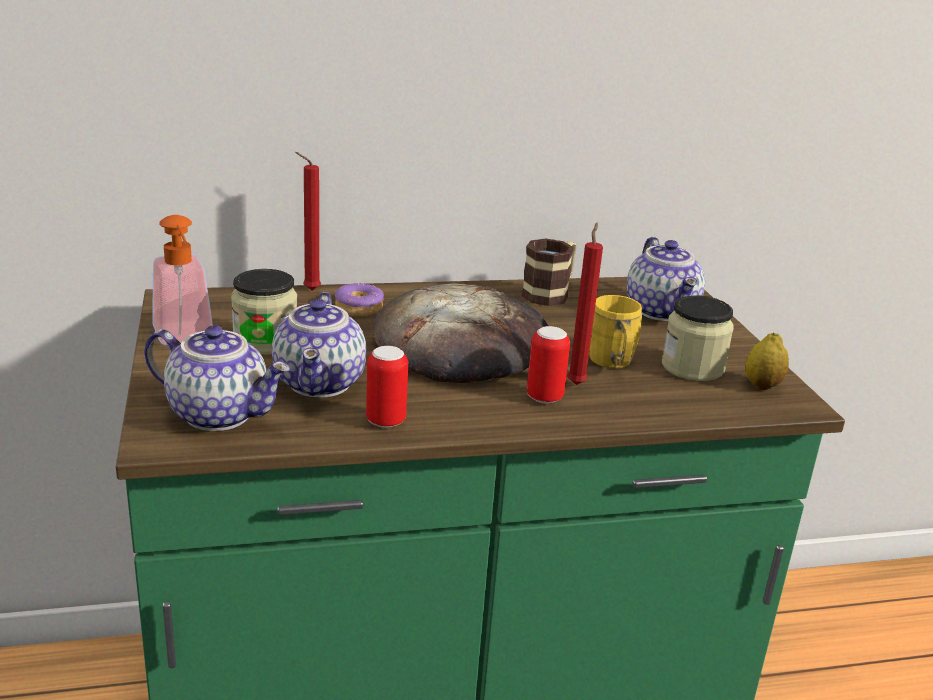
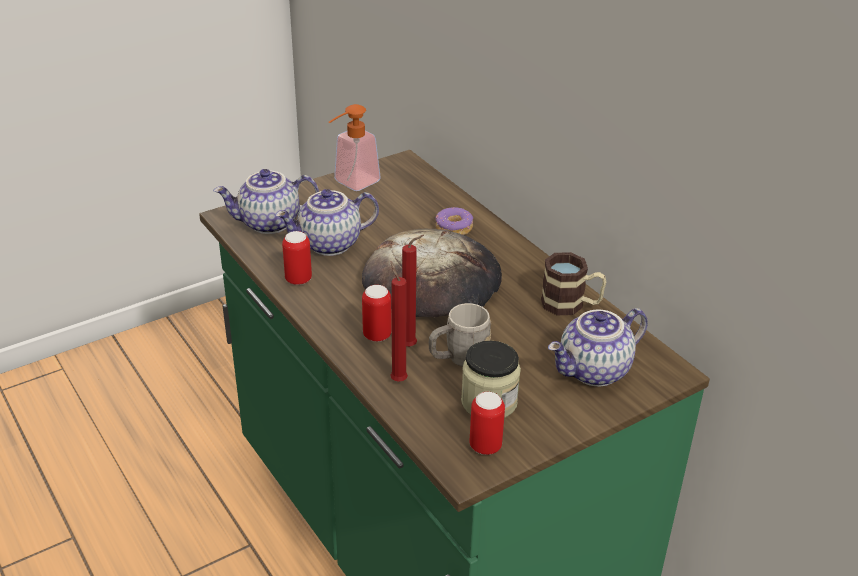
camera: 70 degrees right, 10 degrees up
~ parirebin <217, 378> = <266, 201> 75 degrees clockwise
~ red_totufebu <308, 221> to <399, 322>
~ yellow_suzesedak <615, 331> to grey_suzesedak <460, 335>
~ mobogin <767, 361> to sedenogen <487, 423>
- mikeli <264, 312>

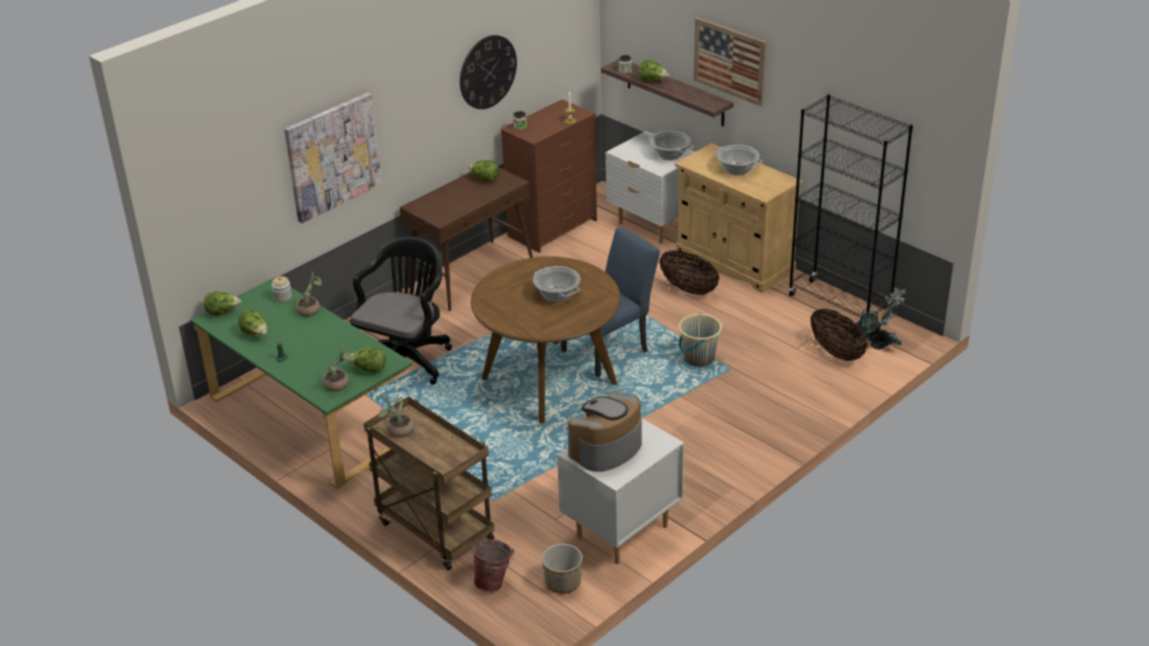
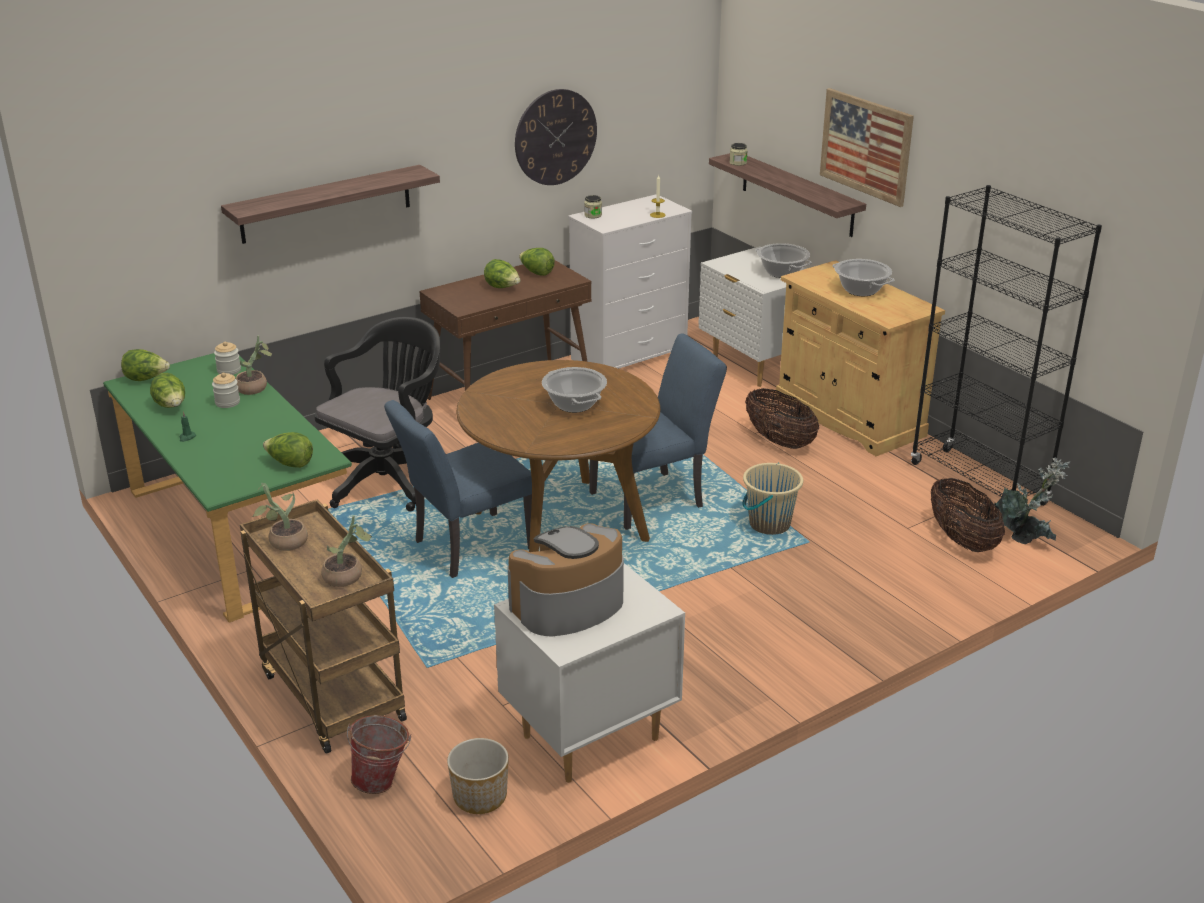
camera: 10 degrees right, 5 degrees down
+ mikeli <226, 390>
~ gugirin <333, 157> to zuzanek <330, 204>
~ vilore <338, 368> to <346, 551>
+ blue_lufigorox <458, 489>
~ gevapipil <654, 71> to <502, 273>
~ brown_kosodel <549, 176> to white_kosodel <630, 281>

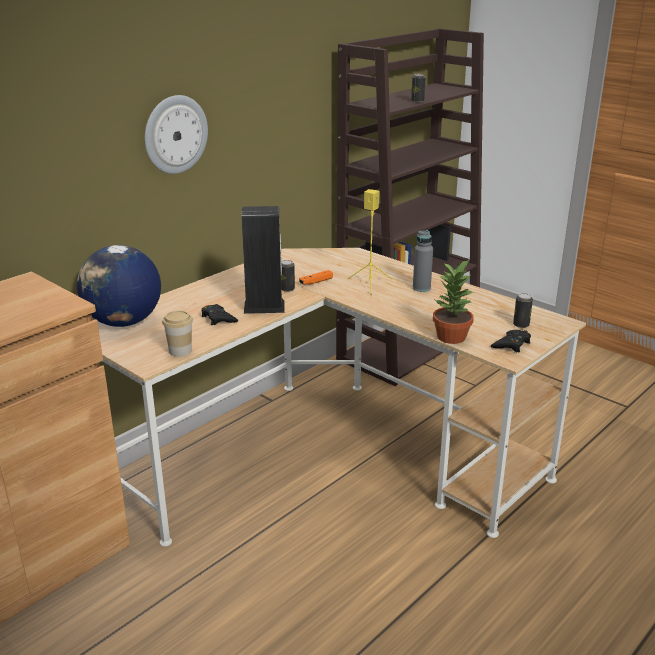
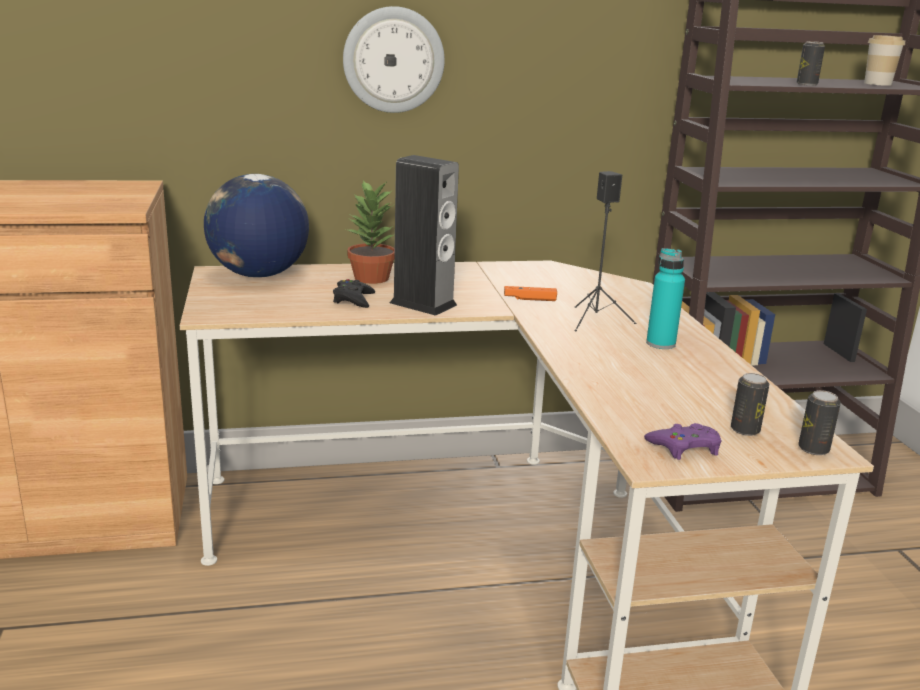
camera: 35 degrees right, 5 degrees down
~ vilore <453, 302> to <370, 232>
~ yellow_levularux <370, 242> to black_levularux <605, 251>
~ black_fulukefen <511, 341> to purple_fulukefen <683, 441>
~ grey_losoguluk <423, 261> to turquoise_losoguluk <665, 298>
~ sedenogen <288, 276> to <819, 422>
~ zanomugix <177, 333> to <884, 60>

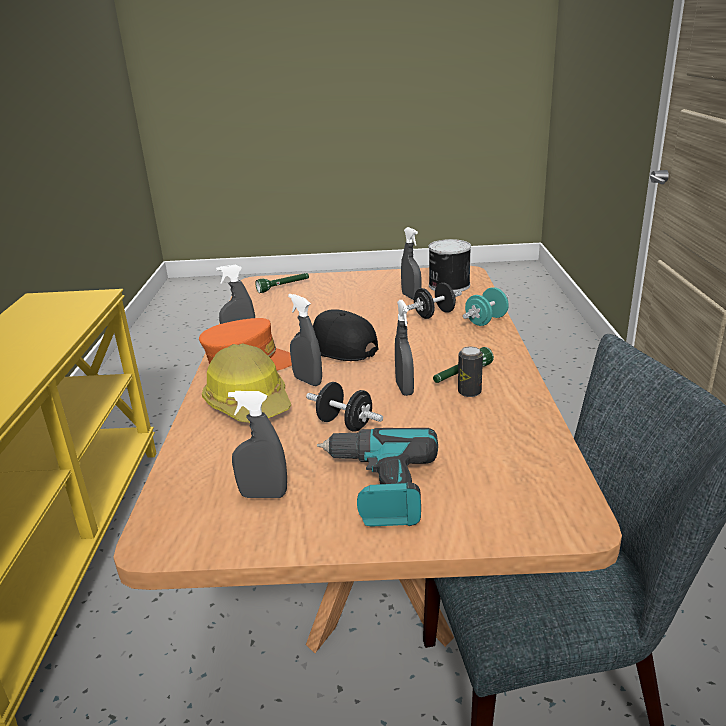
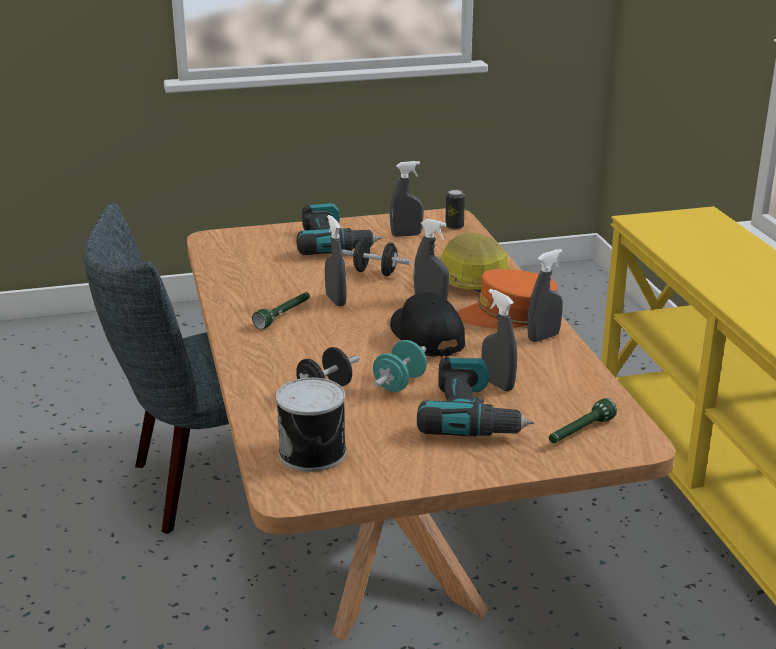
camera: 165 degrees right, 0 degrees up
~ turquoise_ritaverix <486, 306> to <400, 366>
~ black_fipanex <336, 335> = <427, 325> 135 degrees counterclockwise
+ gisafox <475, 396>
~ sedenogen <470, 371> to <455, 210>
~ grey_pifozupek <411, 263> to <499, 340>

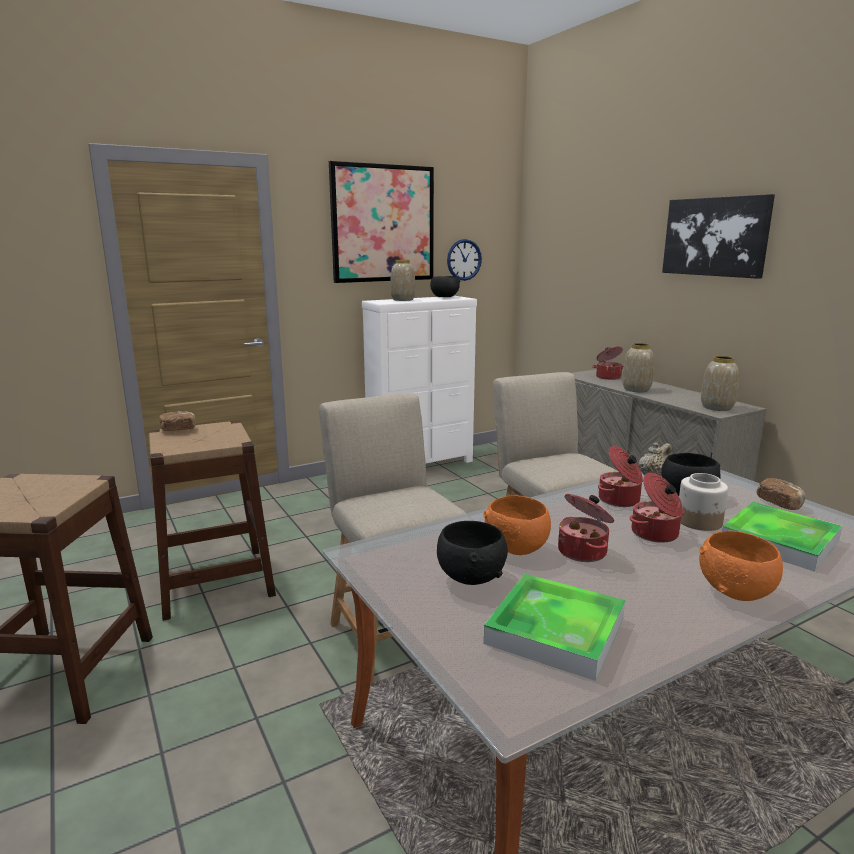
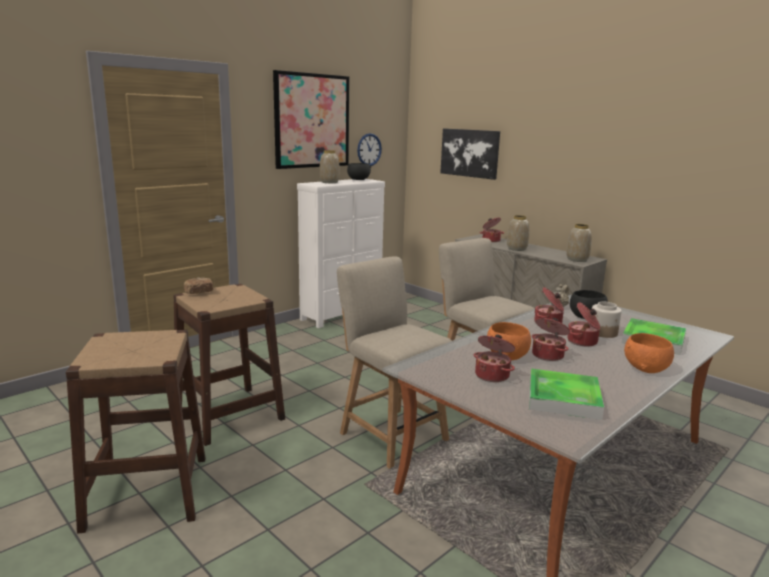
camera: 15 degrees left, 0 degrees up
~ gugirin <718, 236> to <470, 154>
~ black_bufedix <472, 553> to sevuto <494, 358>
- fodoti <781, 494>

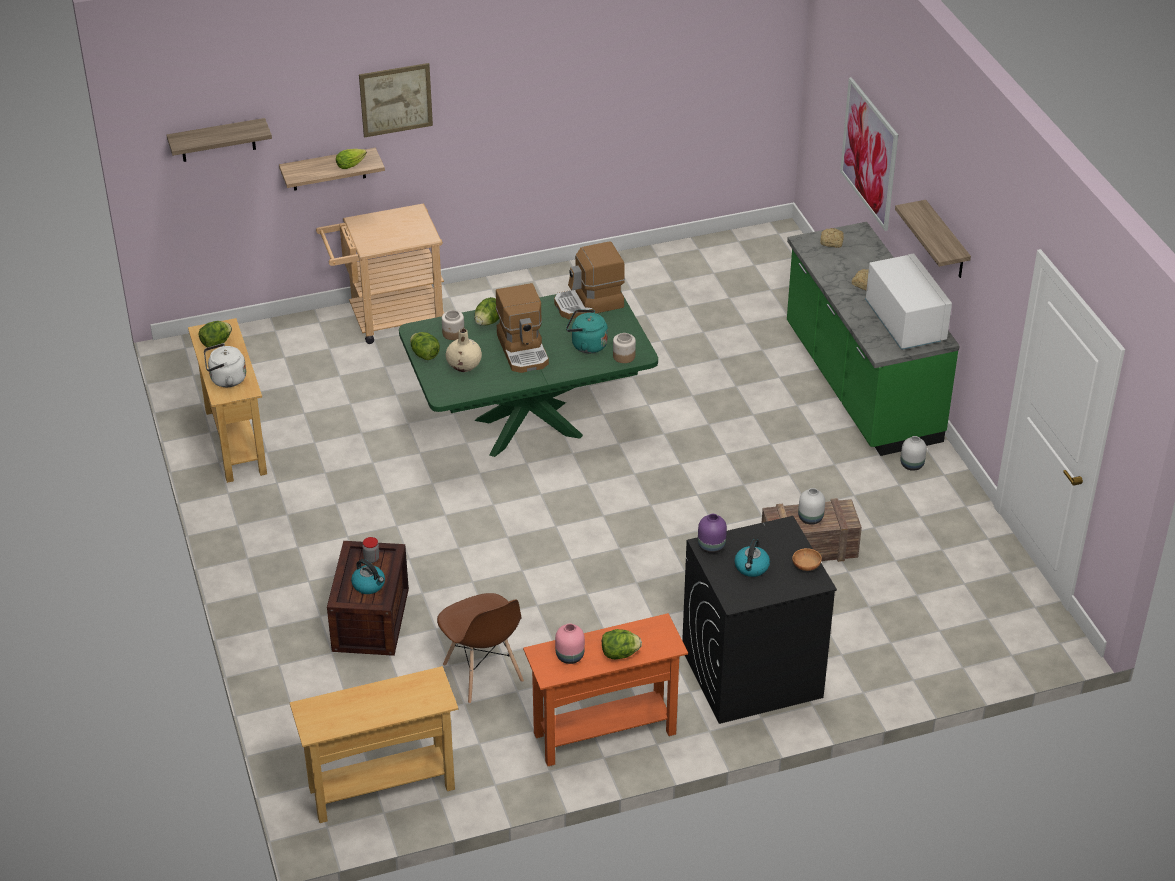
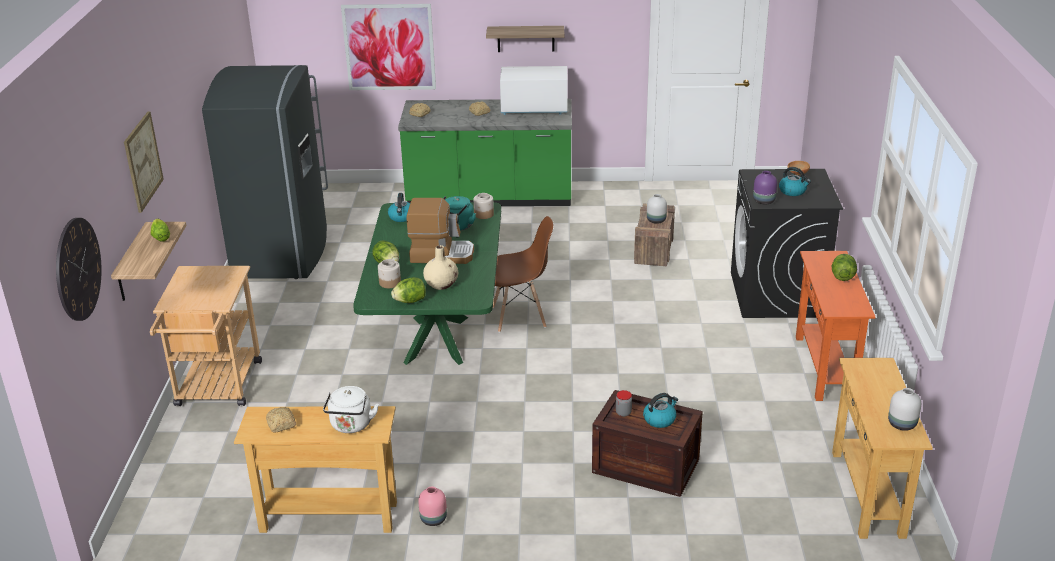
camera: 70 degrees left, 10 degrees down
~ zuzanek <219, 140> to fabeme <79, 269>
+ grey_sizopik <265, 172>
~ gevapipil <215, 334> to fodoti <281, 419>
~ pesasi <589, 280> to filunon <399, 207>
~ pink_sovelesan <570, 643> to <432, 506>
~ brown_lufigorox <480, 648> to <523, 274>
~ white_sovelesan <914, 453> to <904, 409>

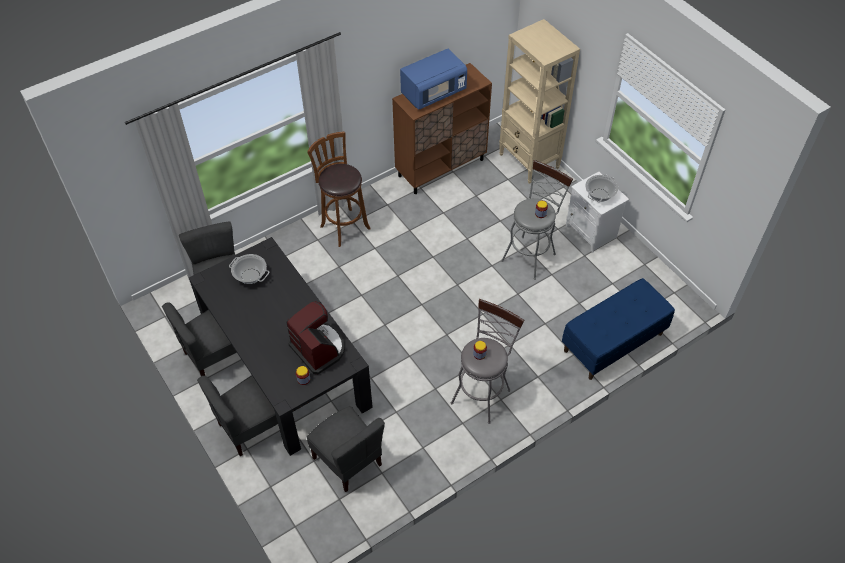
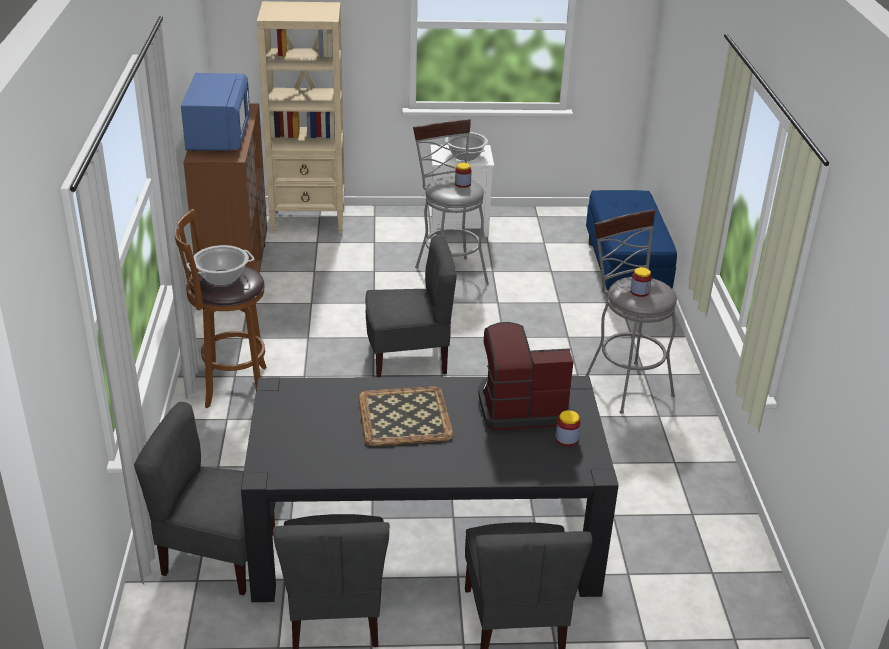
camera: 60 degrees left, 20 degrees down
~ sevuto <249, 269> to <220, 265>
+ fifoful <406, 416>
~ grey_lufigorox <346, 449> to <411, 306>

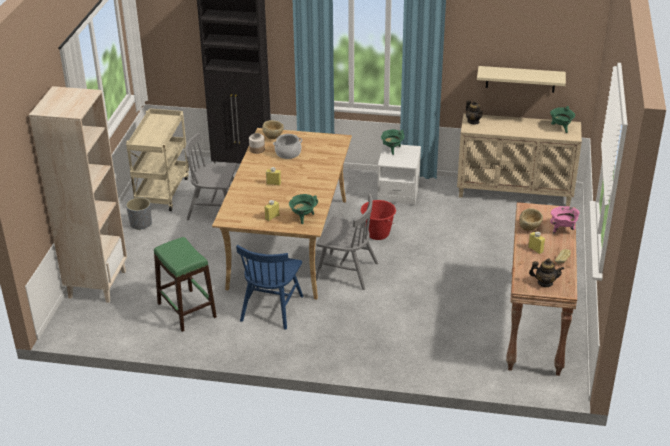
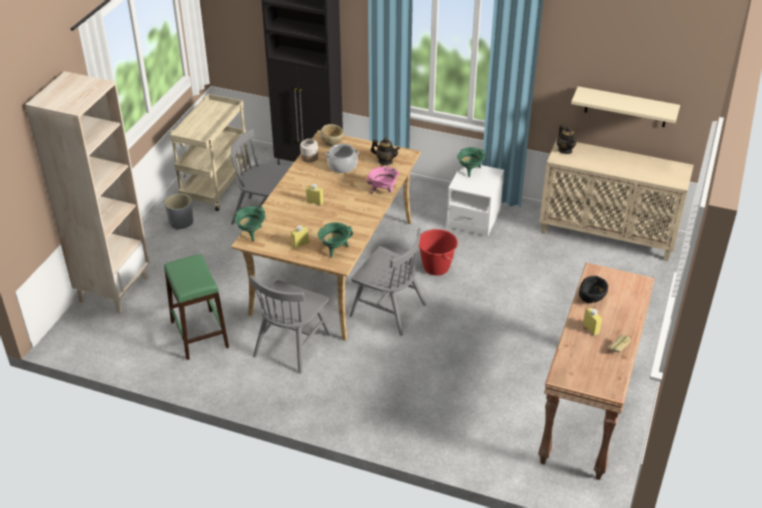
camera: 10 degrees right, 5 degrees up
~ green_sevuto <562, 119> to <250, 223>
~ blue_lufigorox <269, 287> to grey_lufigorox <290, 324>
~ pink_sevuto <565, 220> to <382, 180>
~ parirebin <546, 272> to <385, 151>
~ beige_bufedix <531, 219> to black_bufedix <593, 289>

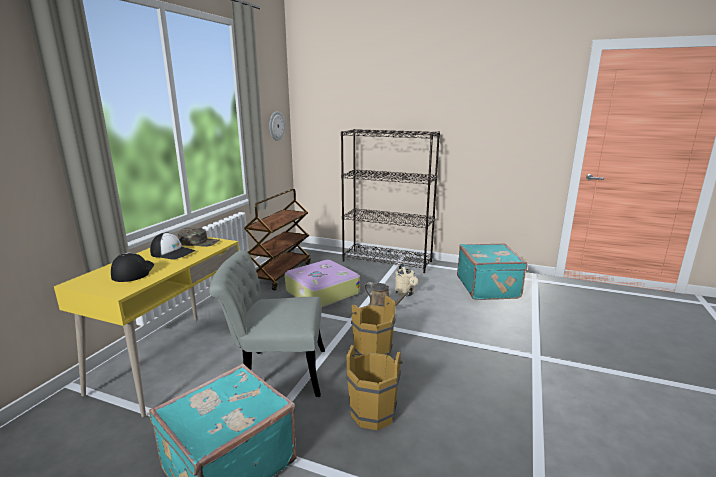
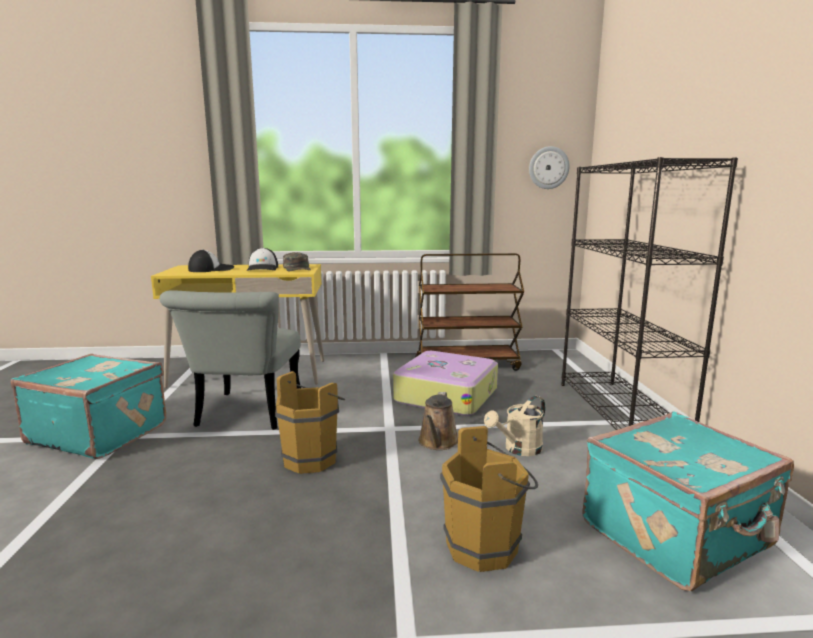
camera: 65 degrees right, 5 degrees down
~ grey_lufigorox <267, 323> = <230, 360> 150 degrees counterclockwise
~ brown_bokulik <374, 387> to <489, 499>

